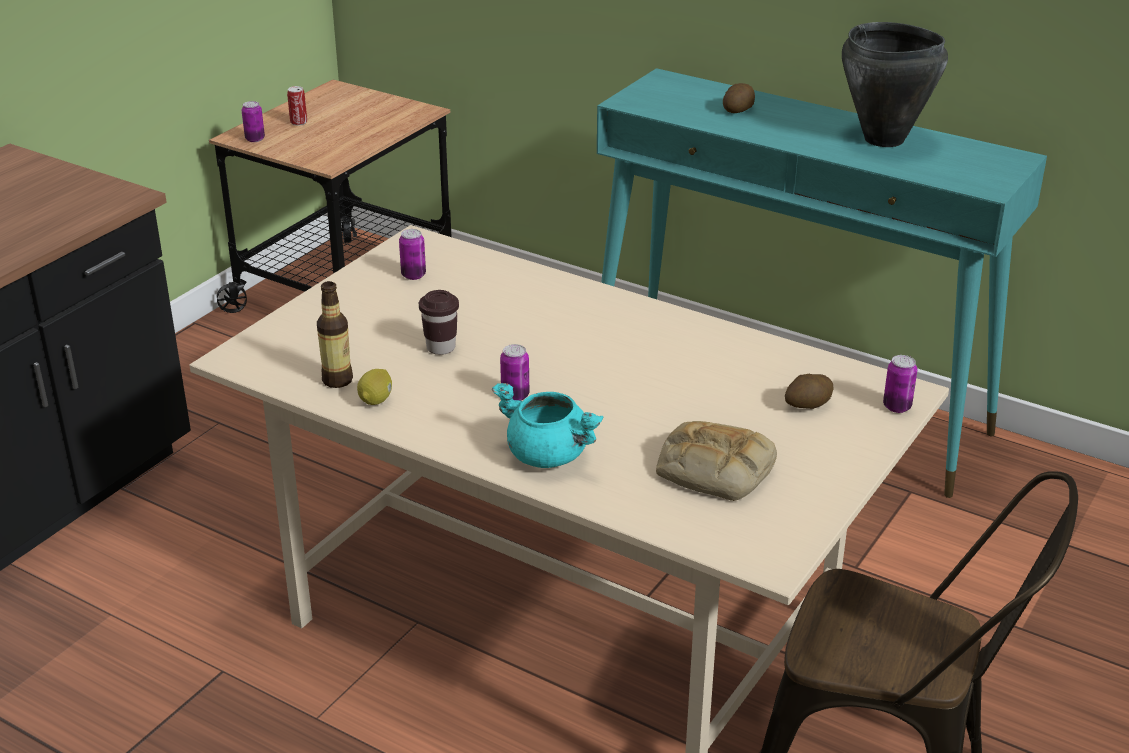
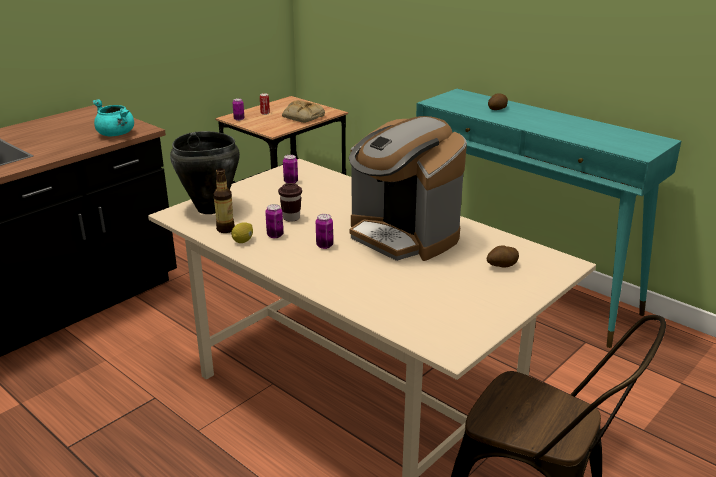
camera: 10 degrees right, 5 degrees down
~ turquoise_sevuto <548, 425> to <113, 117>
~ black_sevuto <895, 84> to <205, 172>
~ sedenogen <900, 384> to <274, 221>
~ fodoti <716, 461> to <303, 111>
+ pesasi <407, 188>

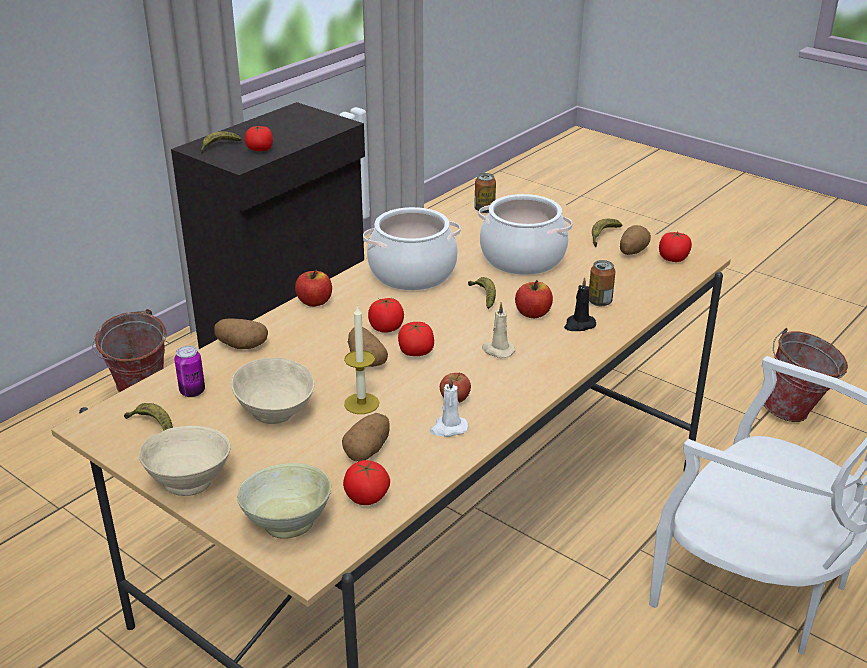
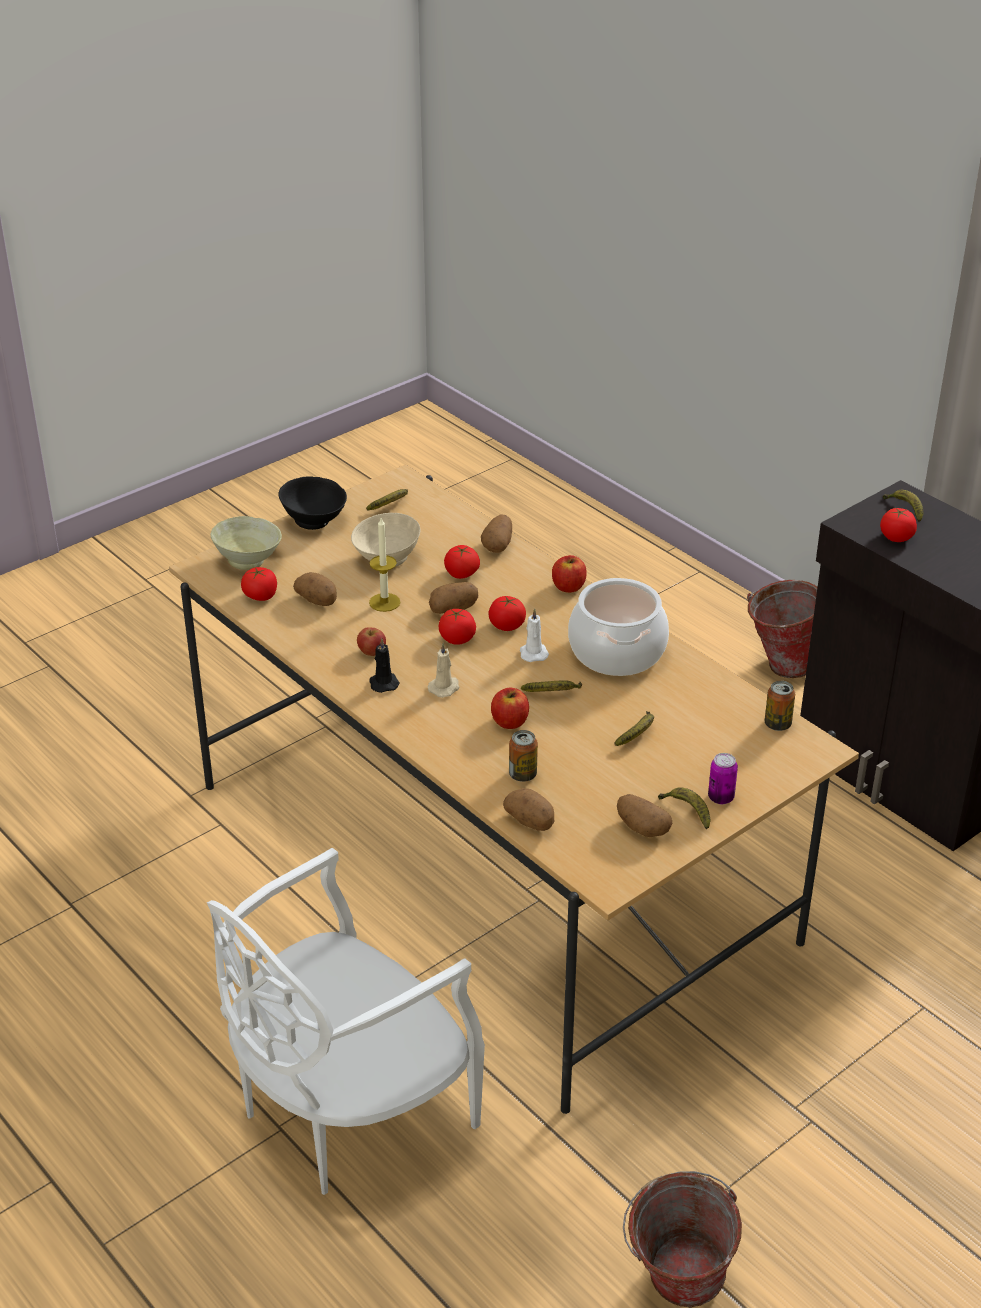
camera: 100 degrees right, 5 degrees up
~ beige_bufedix <185, 461> to black_bufedix <312, 503>
~ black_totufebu <580, 304> to <384, 665>
~ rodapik <675, 246> to <462, 562>
+ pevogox <528, 809>
~ white_totufebu <449, 406> to <534, 635>
~ sevuto <525, 234> to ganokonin <634, 728>
~ sedenogen <189, 371> to <723, 778>

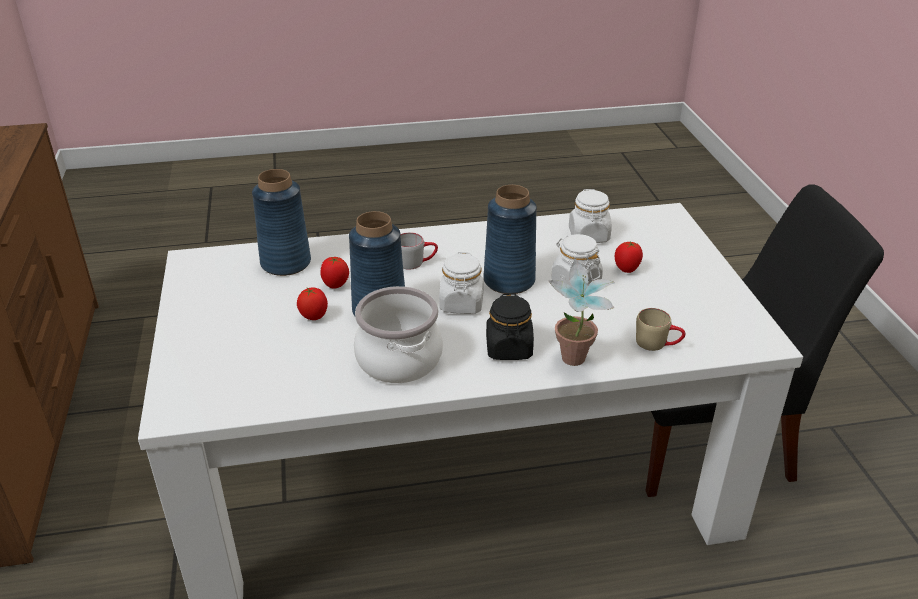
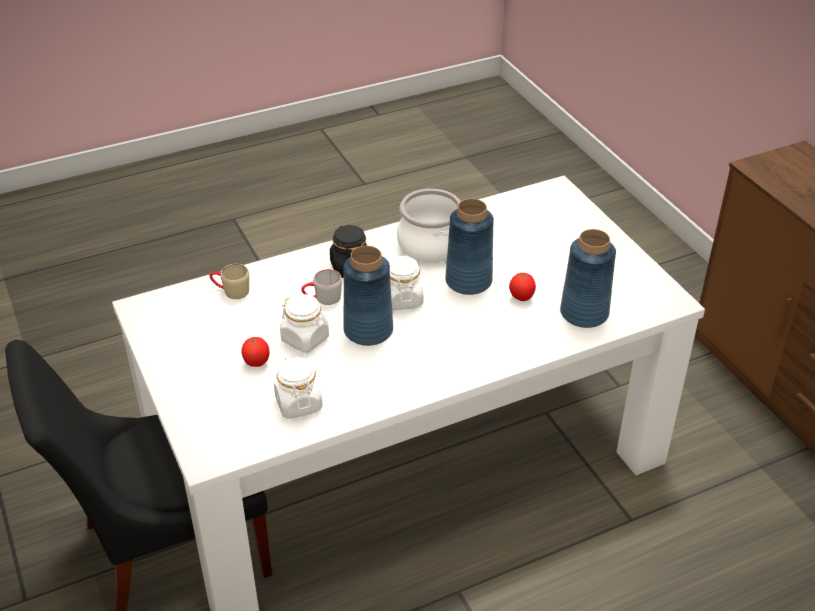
camera: 165 degrees right, 5 degrees up
~ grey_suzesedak <419, 251> to <321, 287>
- rodapik <312, 303>
- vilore <581, 312>

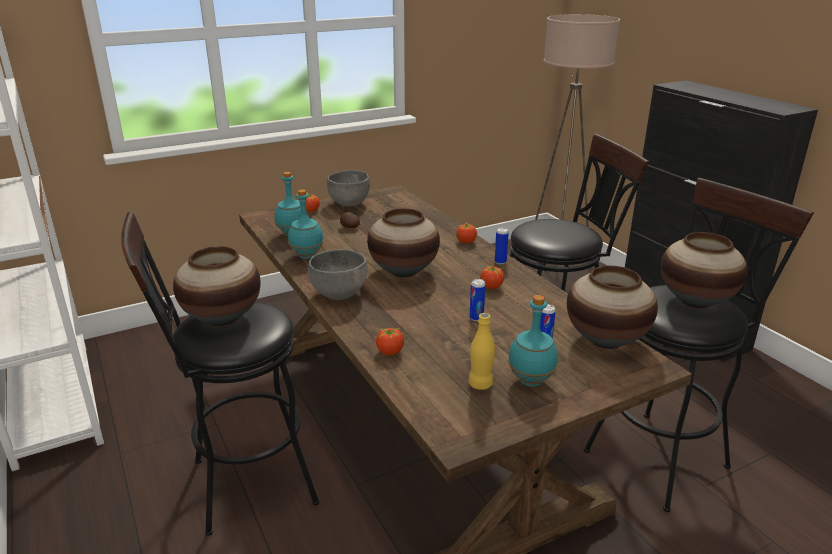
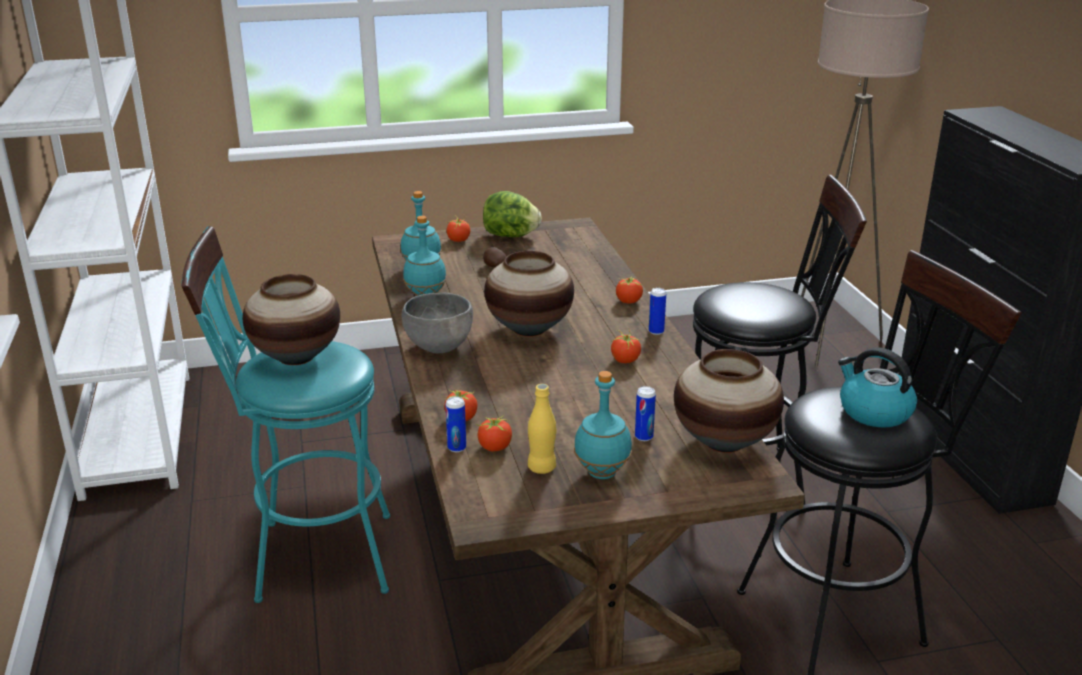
camera: 15 degrees right, 0 degrees up
~ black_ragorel <220, 374> to turquoise_ragorel <285, 414>
~ sedenogen <478, 300> to <455, 424>
+ rodapik <494, 433>
~ grey_bufedix <348, 188> to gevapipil <512, 214>
~ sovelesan <704, 270> to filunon <877, 387>

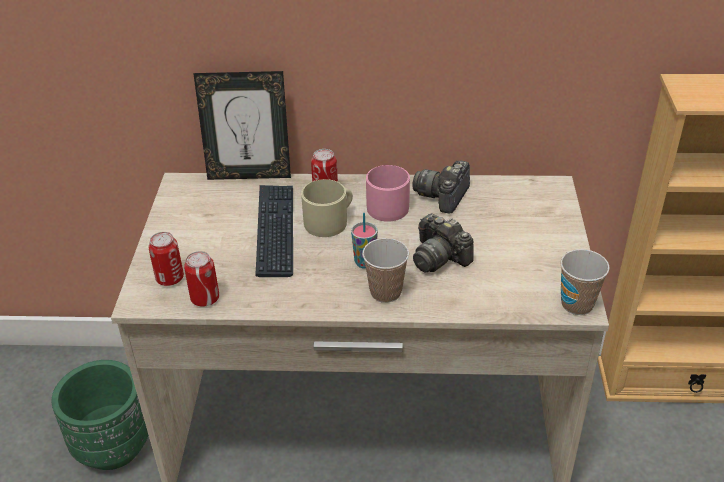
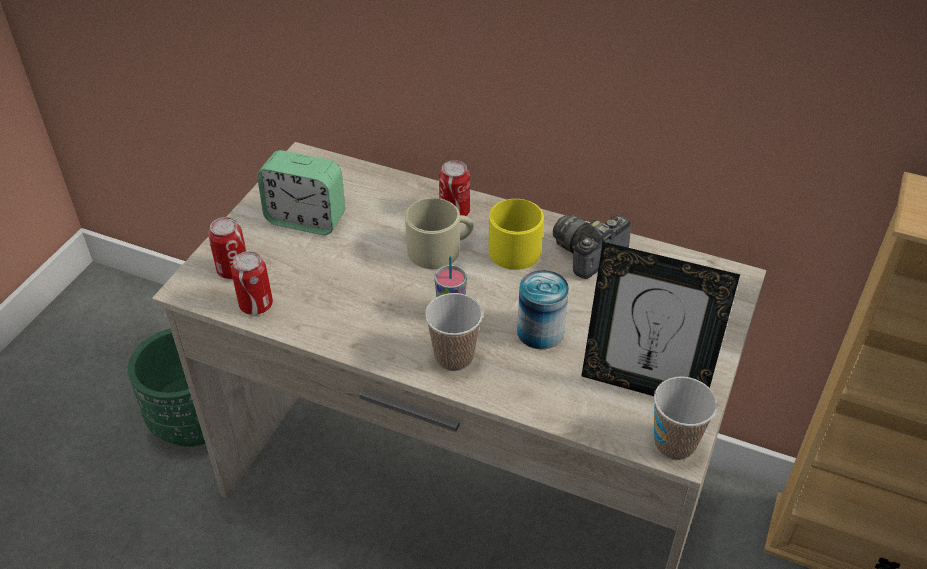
camera: 20 degrees right, 5 degrees up
+ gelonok <301, 192>
~ pink_suzesedak <388, 193> to yellow_suzesedak <516, 234>
~ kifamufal <443, 242> to sedenogen <543, 309>
~ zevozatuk <242, 125> to <661, 319>
- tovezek <274, 231>

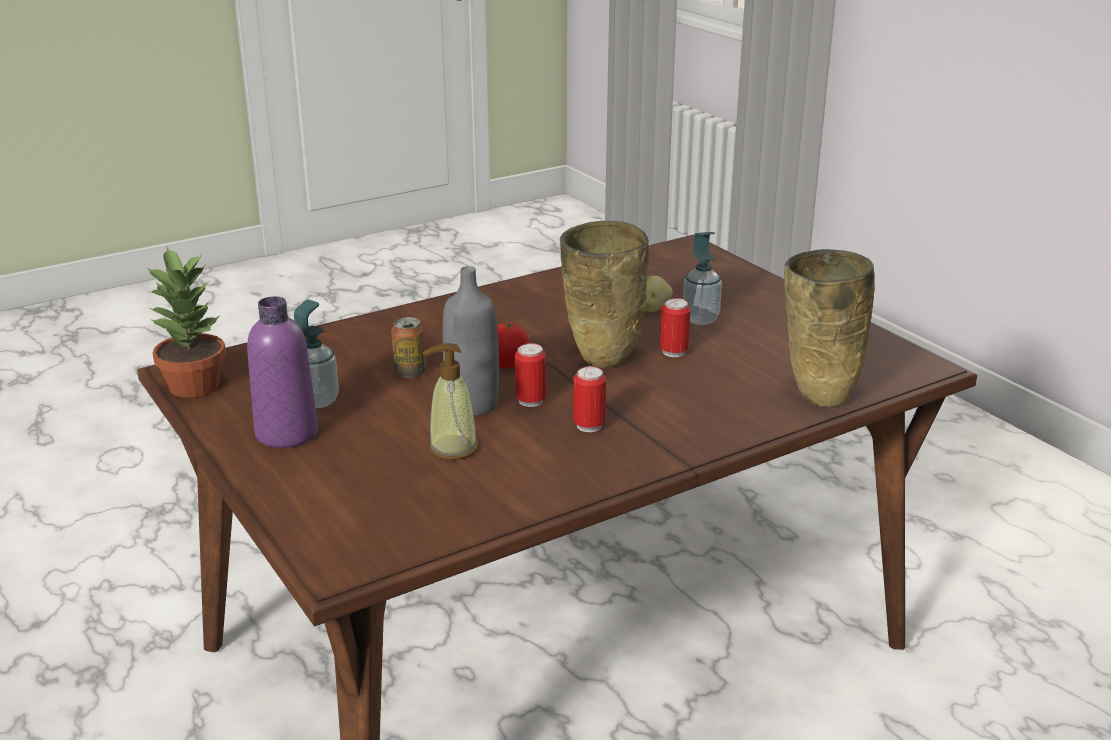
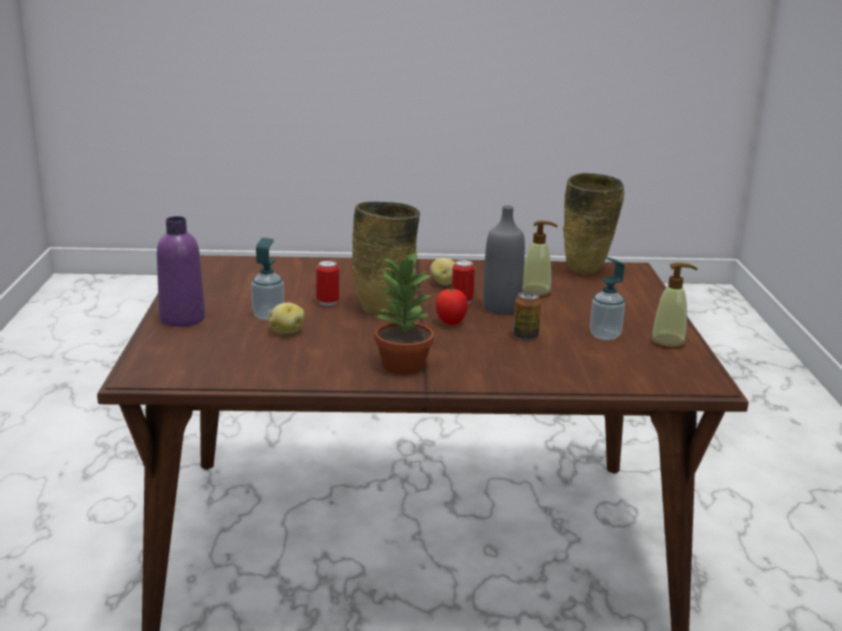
camera: 150 degrees left, 5 degrees down
~ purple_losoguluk <282, 372> to <181, 271>
~ vilore <186, 322> to <403, 313>
~ sedenogen <589, 399> to pevogox <442, 271>
~ beige_sovelesan <829, 328> to <593, 224>
+ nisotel <673, 306>

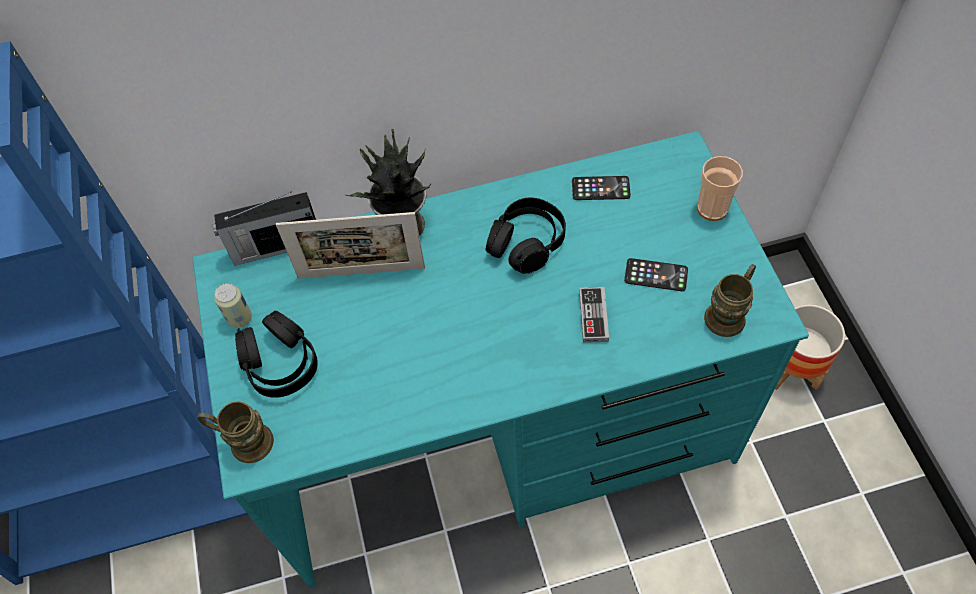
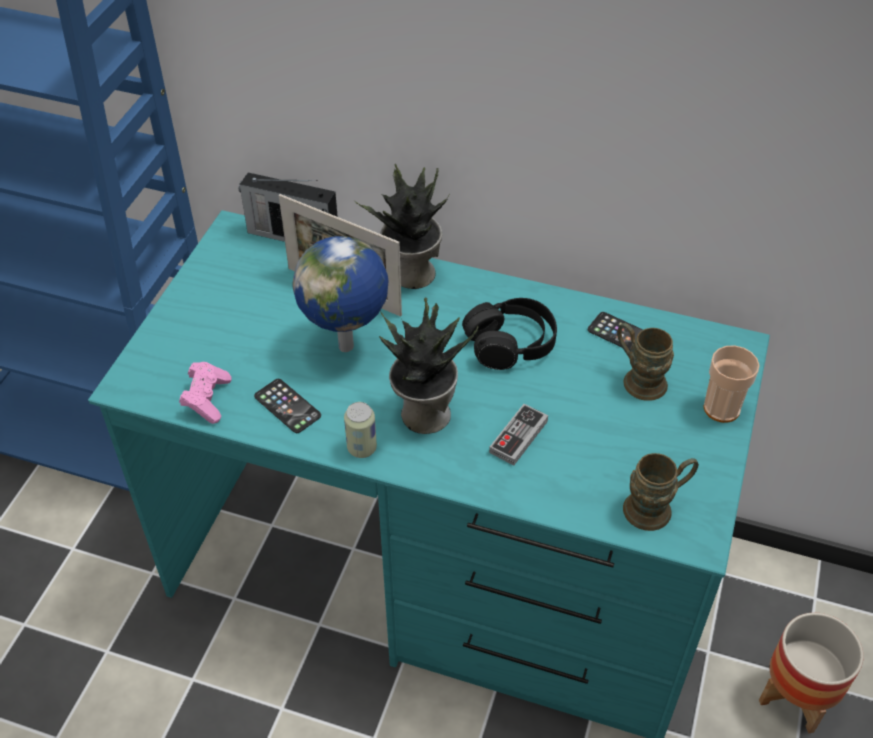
camera: 30 degrees right, 10 degrees down
+ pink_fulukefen <205, 393>
~ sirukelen <656, 274> to <287, 406>
+ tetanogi <340, 294>
~ sedenogen <233, 305> to <360, 430>
+ vilore <428, 365>
~ brown_suzesedak <235, 432> to <645, 362>
- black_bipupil <276, 354>

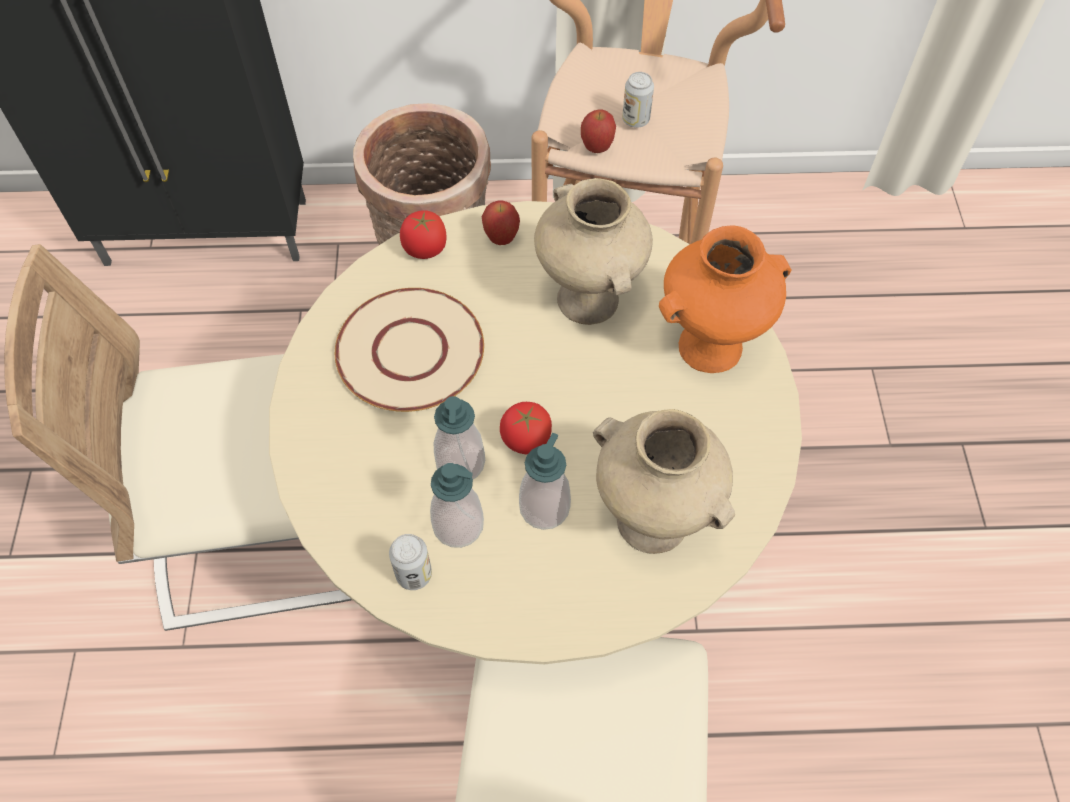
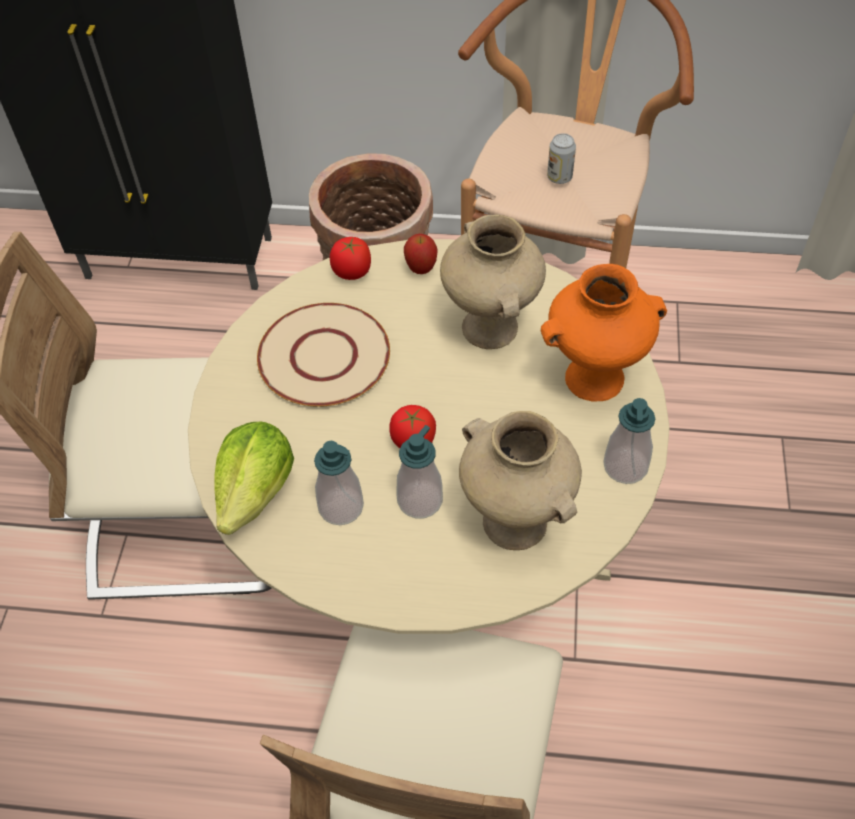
camera: 10 degrees right, 5 degrees down
+ gevapipil <254, 478>
~ nisotel <459, 437> to <629, 441>
- sedenogen <410, 562>
- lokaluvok <598, 131>

